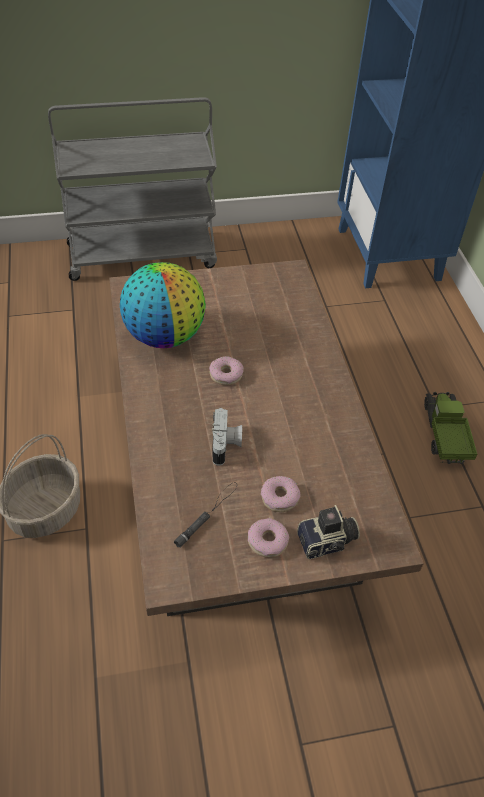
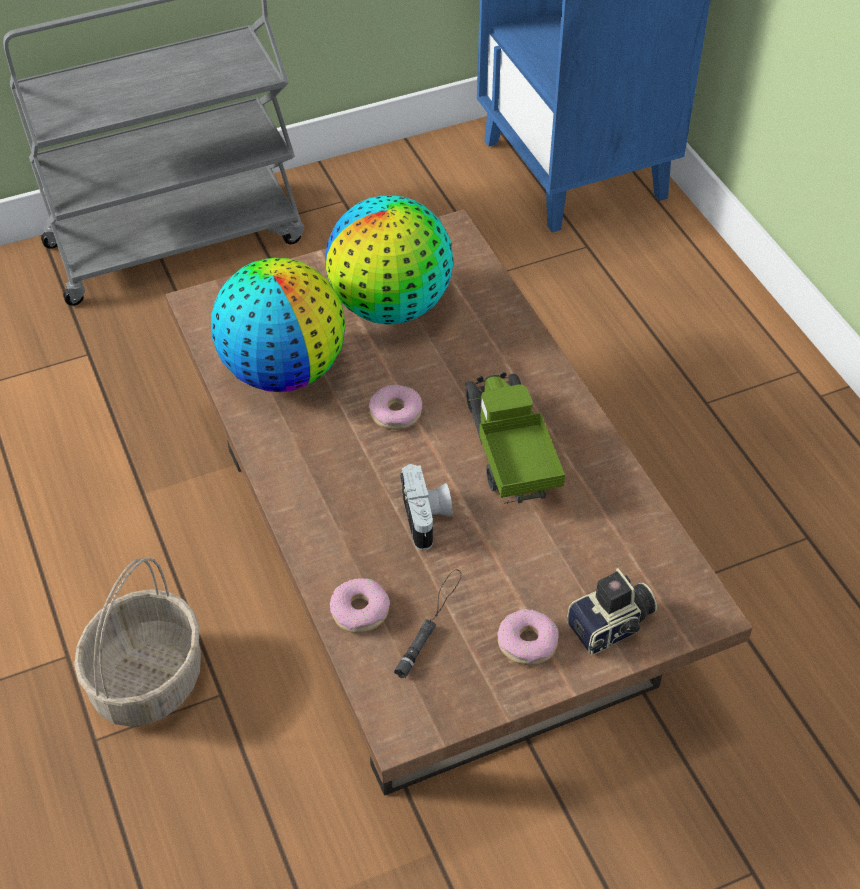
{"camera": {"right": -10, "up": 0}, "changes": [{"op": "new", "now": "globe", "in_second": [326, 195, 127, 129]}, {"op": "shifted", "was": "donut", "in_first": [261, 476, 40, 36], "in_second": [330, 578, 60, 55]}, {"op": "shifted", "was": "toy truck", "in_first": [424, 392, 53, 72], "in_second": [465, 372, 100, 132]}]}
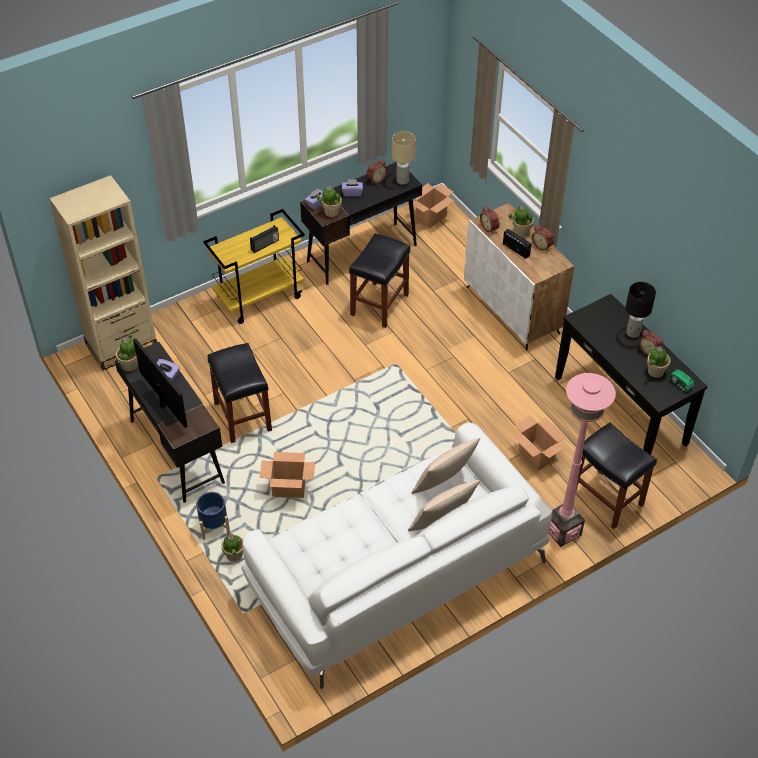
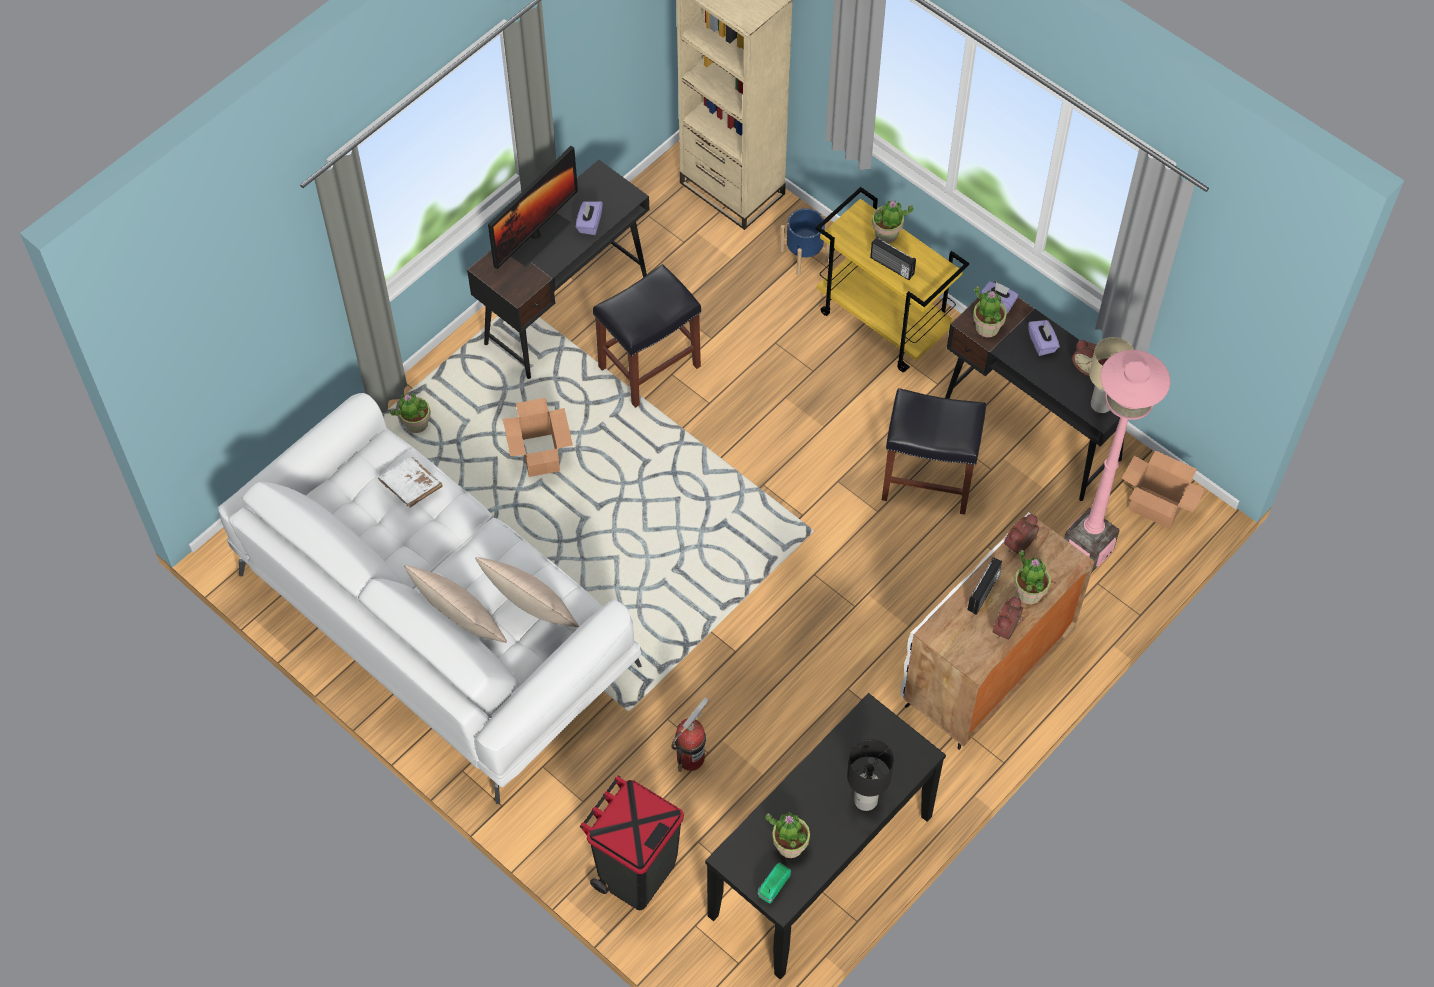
{"camera": {"right": 75, "up": 10}, "changes": [{"op": "new", "now": "white book", "in_second": [378, 457, 65, 51]}, {"op": "swapped", "was": "black stool", "now": "black trash can", "in_first": [576, 422, 81, 107], "in_second": [580, 775, 104, 135]}, {"op": "swapped", "was": "cardboard box", "now": "fire extinguisher", "in_first": [513, 416, 53, 55], "in_second": [672, 697, 37, 75]}, {"op": "shifted", "was": "blue planter", "in_first": [196, 492, 34, 48], "in_second": [780, 208, 50, 67]}, {"op": "shifted", "was": "potted plant", "in_first": [116, 333, 22, 39], "in_second": [872, 200, 41, 43]}, {"op": "shifted", "was": "pink floor lamp", "in_first": [548, 373, 68, 174], "in_second": [1064, 350, 106, 223]}, {"op": "gone", "was": "alarm clock", "in_first": [639, 330, 24, 26]}]}
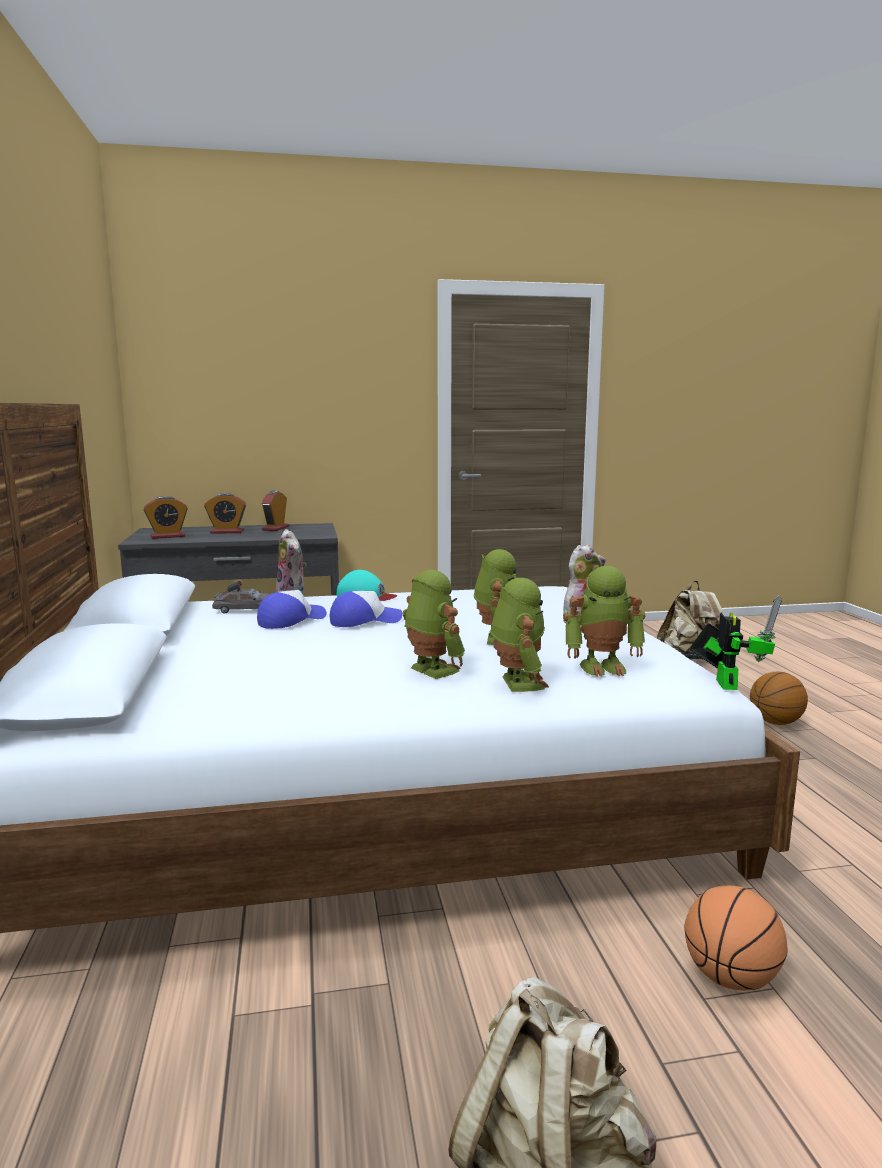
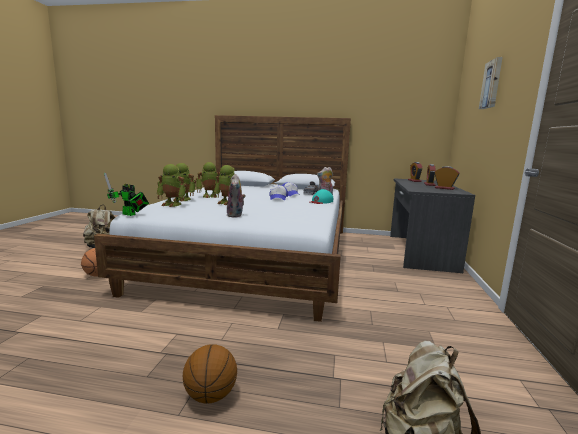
{"camera": {"right": 110, "up": 0}, "changes": [{"op": "rotated", "was": "toy robot", "in_first": [563, 566, 82, 111], "in_second": [157, 164, 30, 43], "clockwise": -90}, {"op": "new", "now": "picture", "in_second": [479, 57, 24, 52]}]}
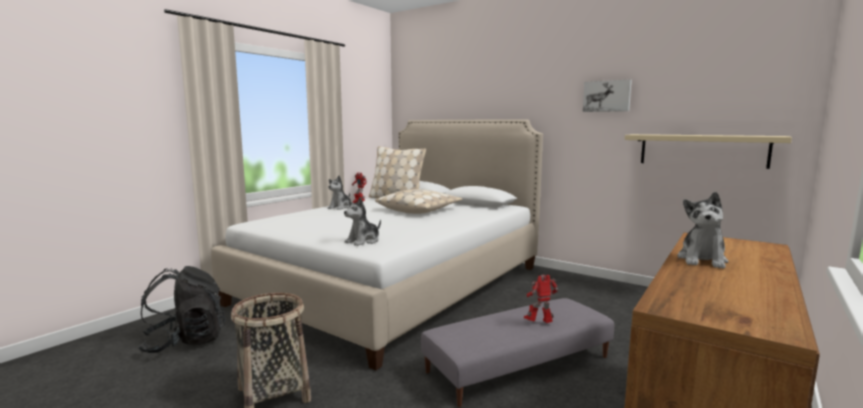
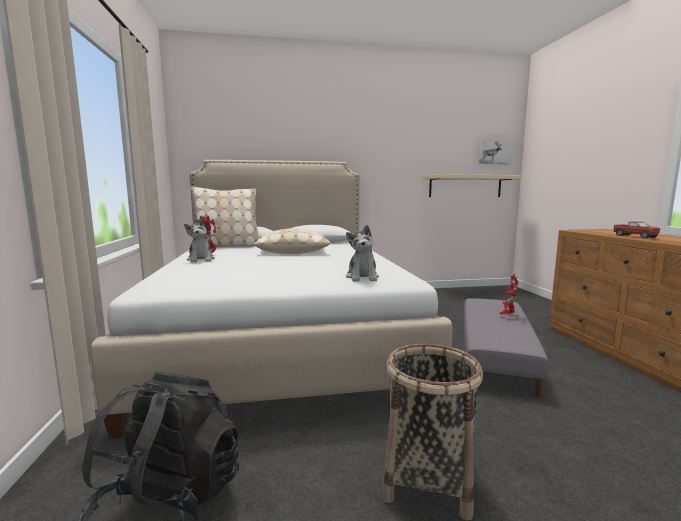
{"camera": {"right": -45, "up": 0}, "changes": [{"op": "shifted", "was": "picture", "in_first": [583, 79, 49, 33], "in_second": [479, 140, 34, 24]}, {"op": "swapped", "was": "plush toy", "now": "toy truck", "in_first": [677, 192, 52, 77], "in_second": [614, 221, 46, 17]}]}
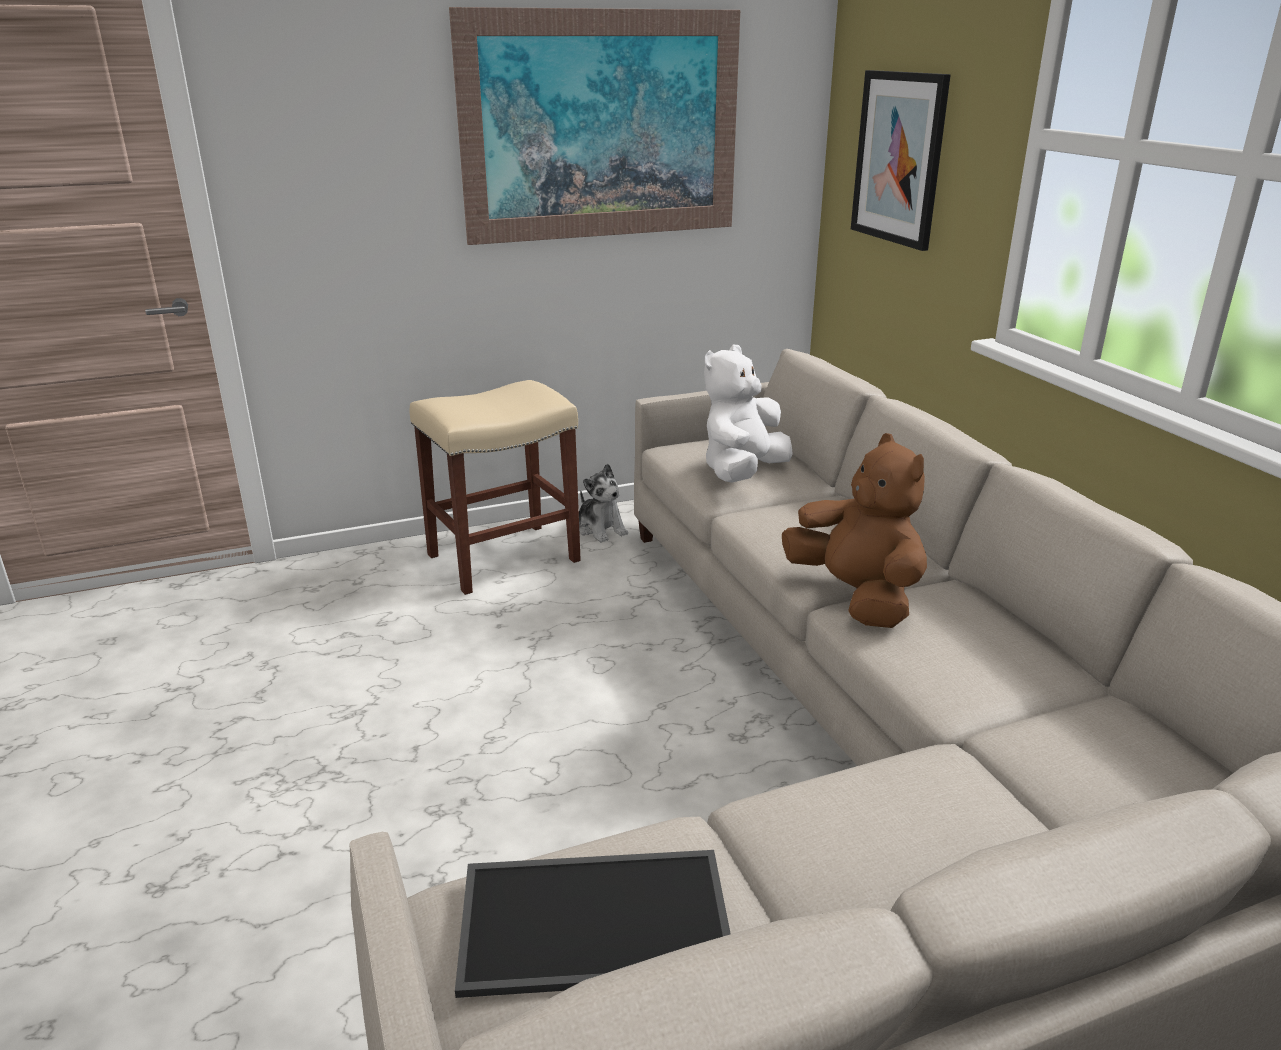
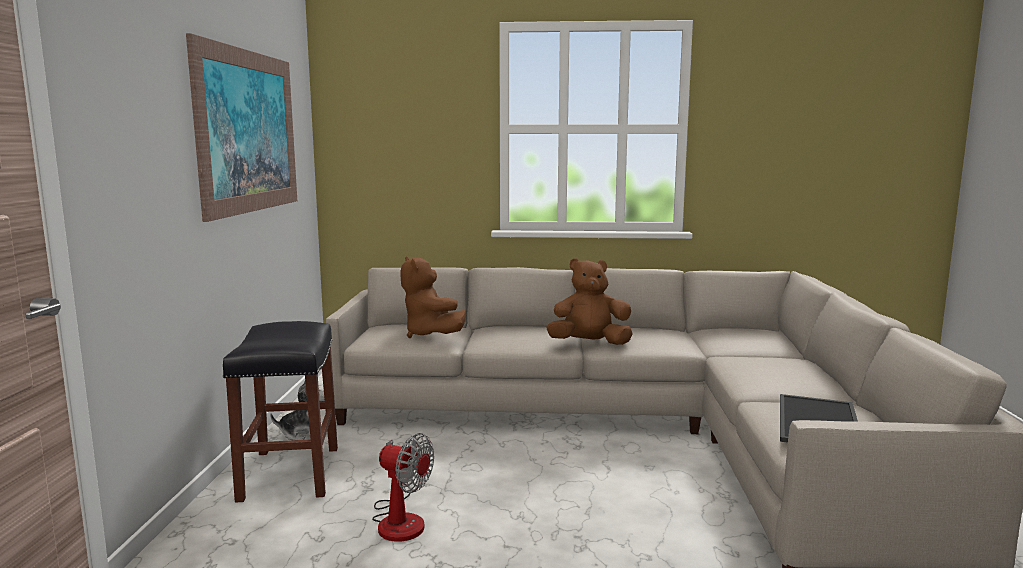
{"camera": {"right": -65, "up": -15}, "changes": [{"op": "repainted", "was": "beige stool", "now": "black stool", "in_first": [410, 380, 171, 215], "in_second": [223, 321, 115, 182]}, {"op": "new", "now": "fan", "in_second": [372, 433, 62, 109]}, {"op": "repainted", "was": "white plush toy", "now": "brown plush toy", "in_first": [704, 345, 89, 138], "in_second": [401, 256, 65, 82]}, {"op": "gone", "was": "picture", "in_first": [851, 70, 100, 181]}]}
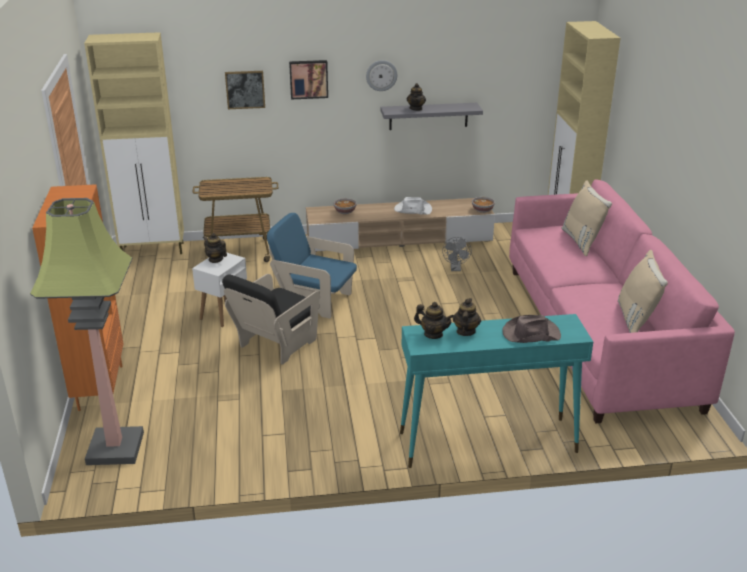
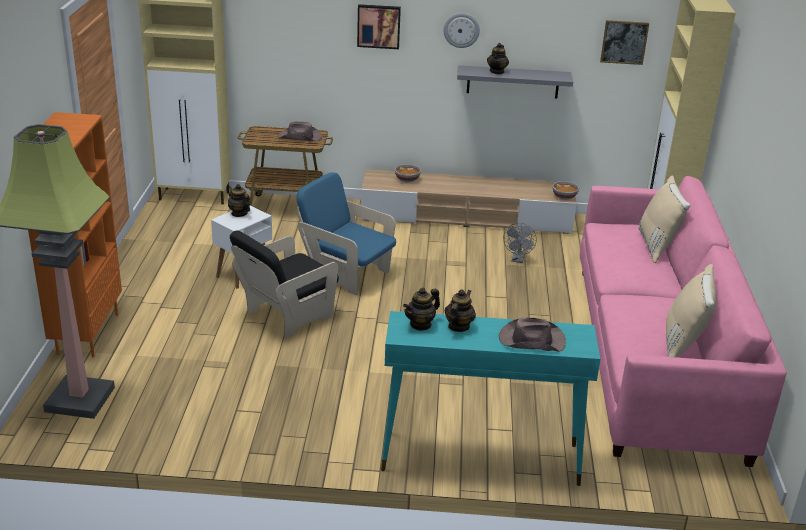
{"camera": {"right": 10, "up": 0}, "changes": [{"op": "new", "now": "brown hat", "in_second": [278, 122, 44, 19]}, {"op": "rotated", "was": "teapot", "in_first": [414, 302, 40, 37], "in_second": [403, 288, 37, 43], "clockwise": 105}, {"op": "shifted", "was": "picture", "in_first": [225, 71, 40, 38], "in_second": [600, 20, 49, 45]}, {"op": "gone", "was": "white hat", "in_first": [394, 197, 38, 18]}]}
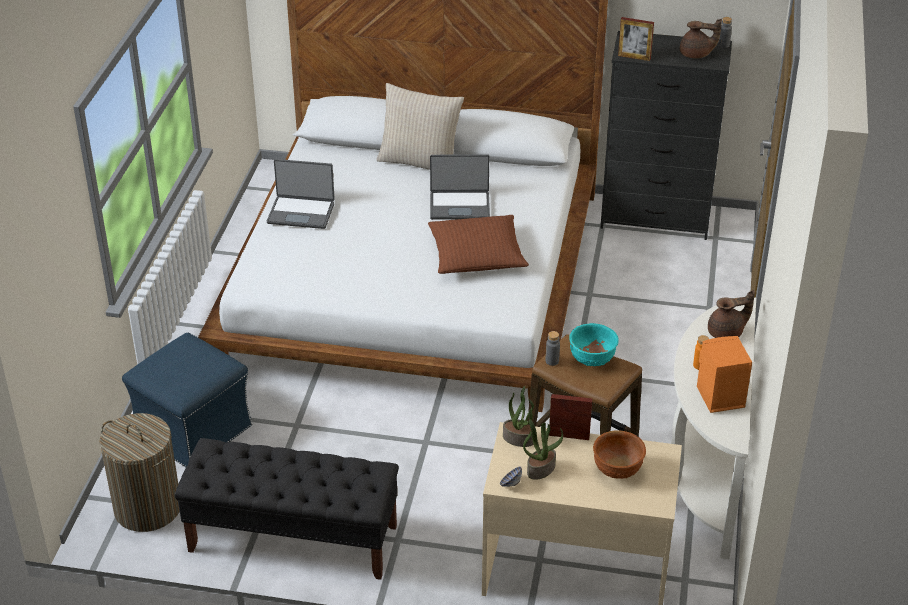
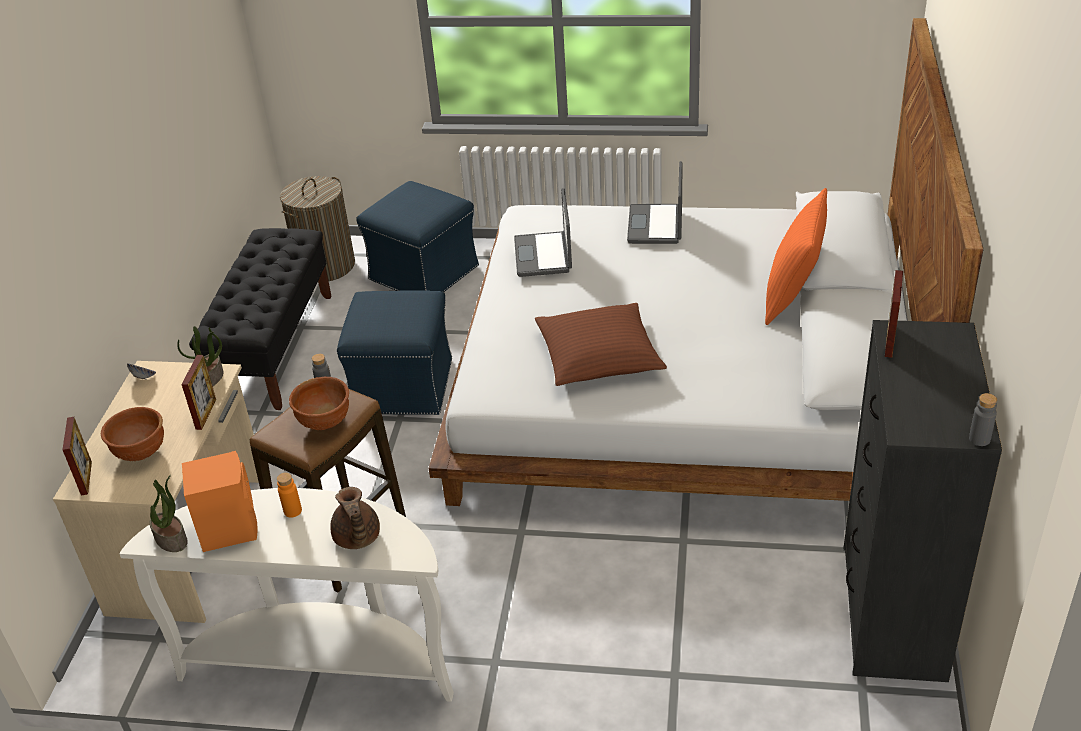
{"camera": {"right": 90, "up": 0}, "changes": [{"op": "new", "now": "picture frame", "in_second": [62, 417, 30, 79]}, {"op": "shifted", "was": "potted plant", "in_first": [523, 420, 40, 60], "in_second": [149, 475, 39, 77]}, {"op": "repainted", "was": "turquoise bowl", "now": "brown bowl", "in_first": [569, 323, 50, 43], "in_second": [289, 377, 60, 53]}, {"op": "new", "now": "blue ottoman", "in_second": [337, 290, 115, 125]}, {"op": "shifted", "was": "laptop", "in_first": [430, 154, 60, 66], "in_second": [514, 188, 58, 89]}, {"op": "repainted", "was": "beige pillow", "now": "orange pillow", "in_first": [376, 83, 88, 87], "in_second": [765, 188, 62, 137]}, {"op": "gone", "was": "brown teapot", "in_first": [680, 19, 42, 40]}]}
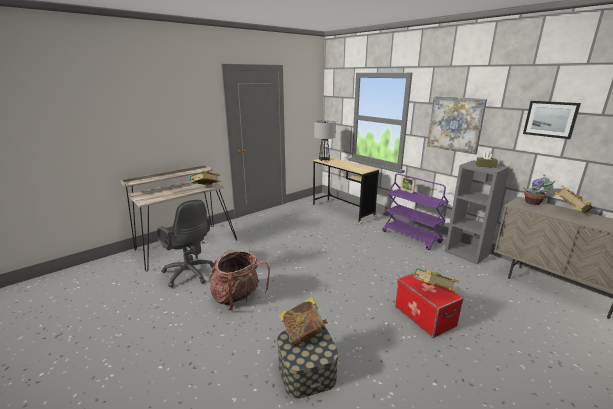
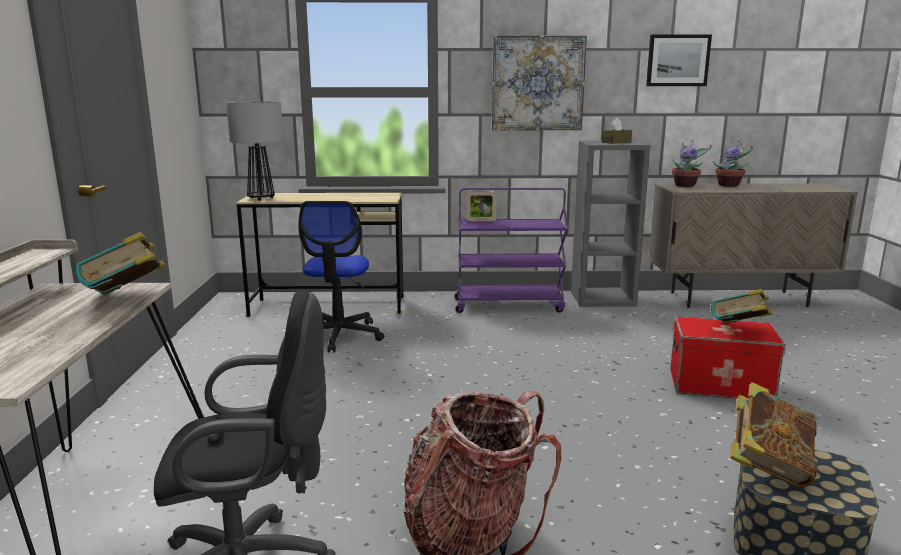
{"camera": {"right": -50, "up": -5}, "changes": [{"op": "new", "now": "office chair", "in_second": [298, 201, 86, 151]}, {"op": "swapped", "was": "book", "now": "potted plant", "in_first": [555, 185, 38, 29], "in_second": [713, 141, 40, 46]}]}
